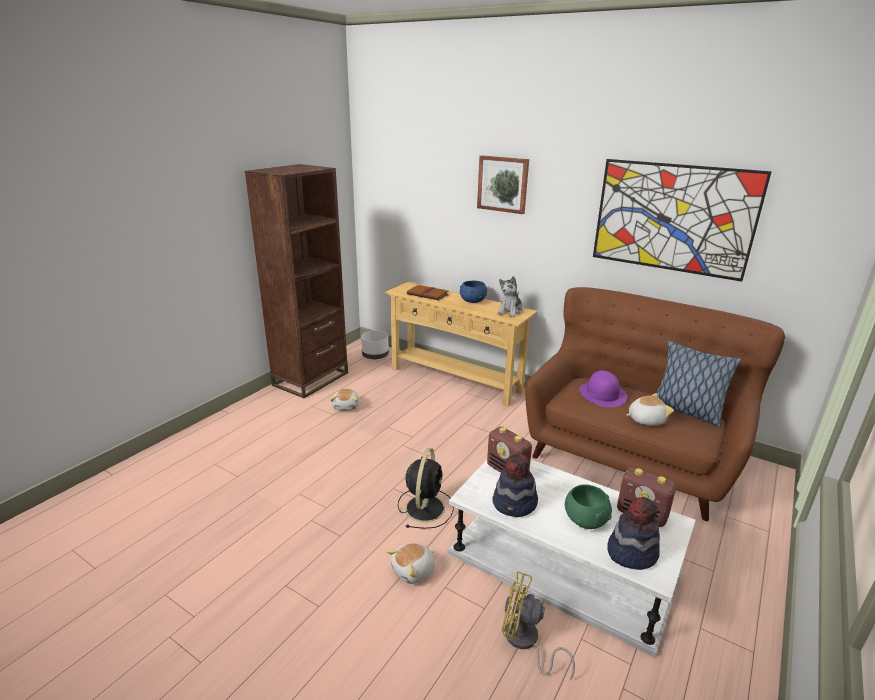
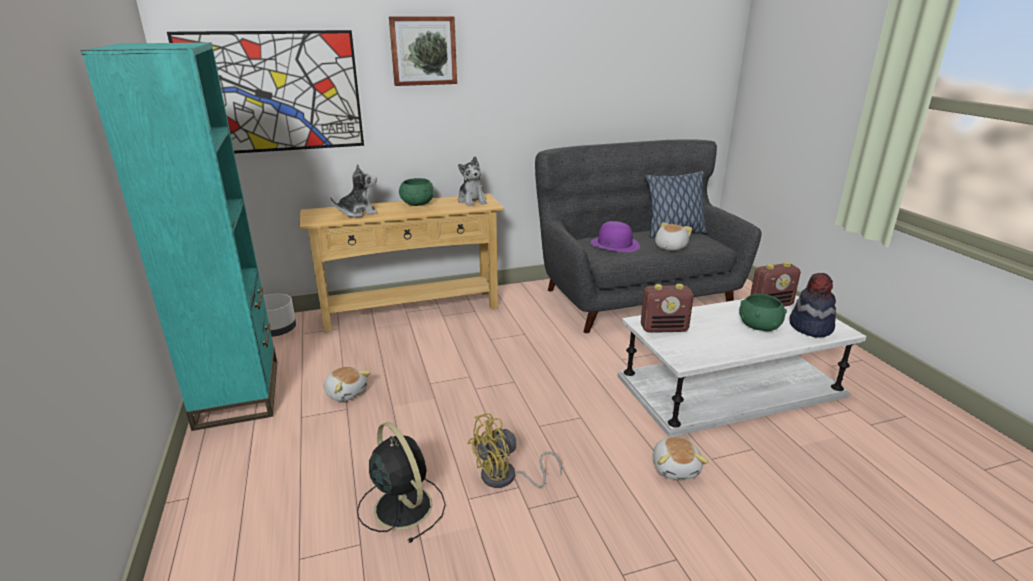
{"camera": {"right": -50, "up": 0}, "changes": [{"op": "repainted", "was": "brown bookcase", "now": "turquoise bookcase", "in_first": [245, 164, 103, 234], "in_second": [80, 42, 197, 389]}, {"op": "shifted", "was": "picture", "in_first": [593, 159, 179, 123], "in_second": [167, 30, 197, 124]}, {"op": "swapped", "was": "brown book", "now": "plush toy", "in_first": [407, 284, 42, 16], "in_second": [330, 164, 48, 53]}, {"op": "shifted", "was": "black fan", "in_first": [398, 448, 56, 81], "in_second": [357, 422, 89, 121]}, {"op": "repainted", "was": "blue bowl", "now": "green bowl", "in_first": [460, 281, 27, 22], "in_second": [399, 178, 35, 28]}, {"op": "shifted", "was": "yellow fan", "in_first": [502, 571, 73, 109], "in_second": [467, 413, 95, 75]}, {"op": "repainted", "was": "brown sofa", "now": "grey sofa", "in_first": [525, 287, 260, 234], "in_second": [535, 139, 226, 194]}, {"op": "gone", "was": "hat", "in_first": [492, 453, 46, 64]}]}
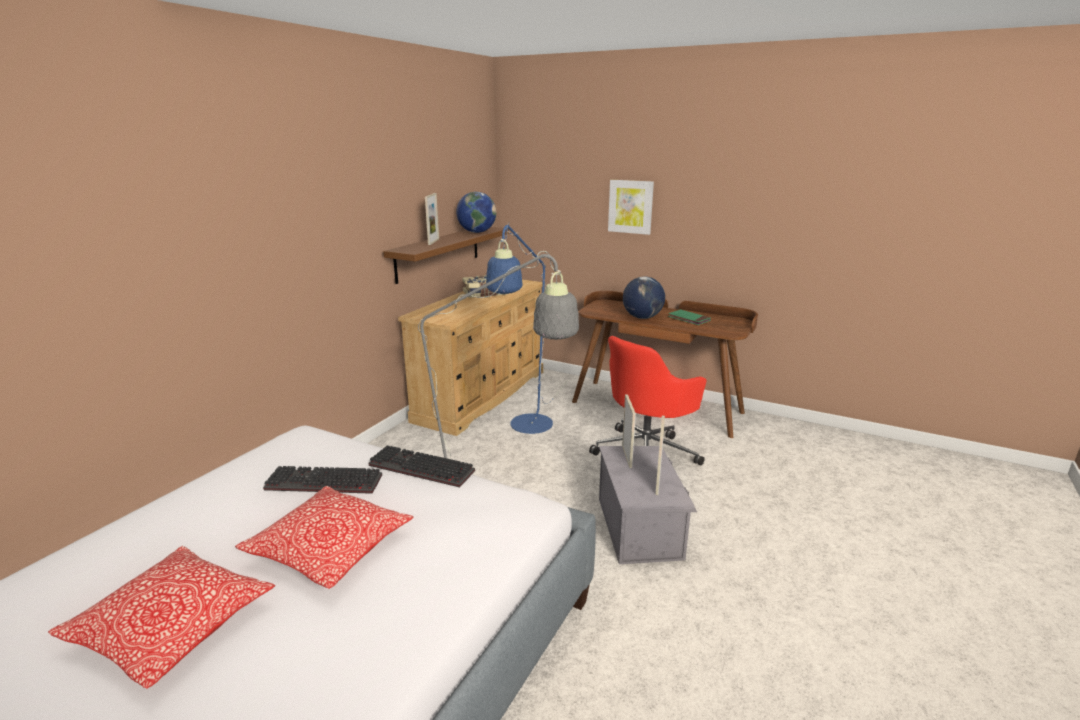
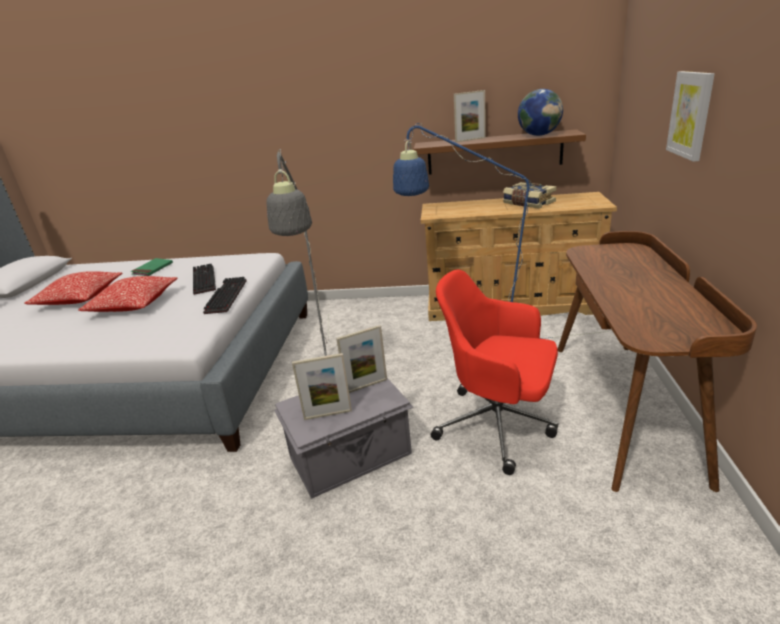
{"camera": {"right": 70, "up": 5}, "changes": [{"op": "shifted", "was": "green book", "in_first": [668, 310, 43, 15], "in_second": [131, 258, 42, 18]}, {"op": "gone", "was": "globe", "in_first": [623, 277, 42, 42]}]}
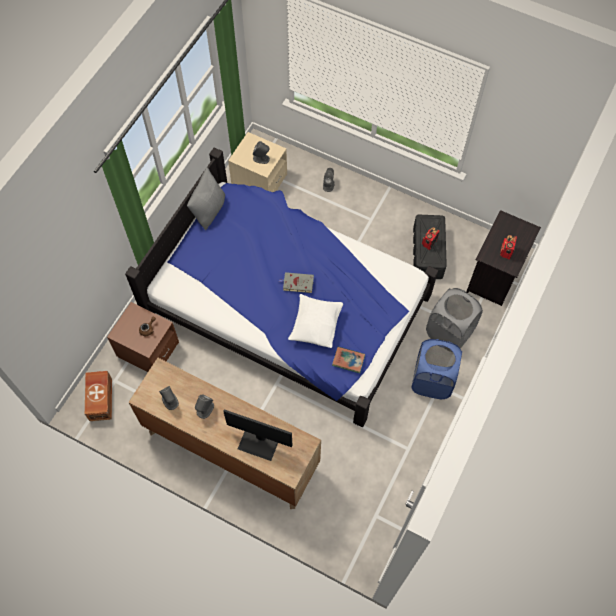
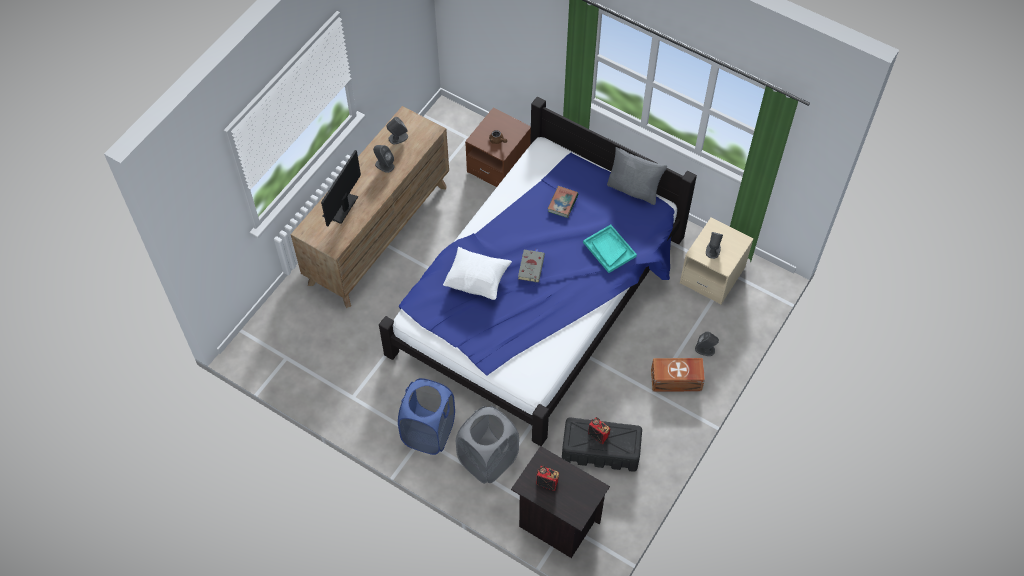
{"camera": {"right": 95, "up": -5}, "changes": [{"op": "shifted", "was": "book", "in_first": [332, 347, 33, 26], "in_second": [548, 186, 31, 32]}, {"op": "new", "now": "turquoise tray", "in_second": [583, 225, 54, 48]}, {"op": "shifted", "was": "brown storage box", "in_first": [85, 371, 27, 50], "in_second": [651, 358, 54, 34]}]}
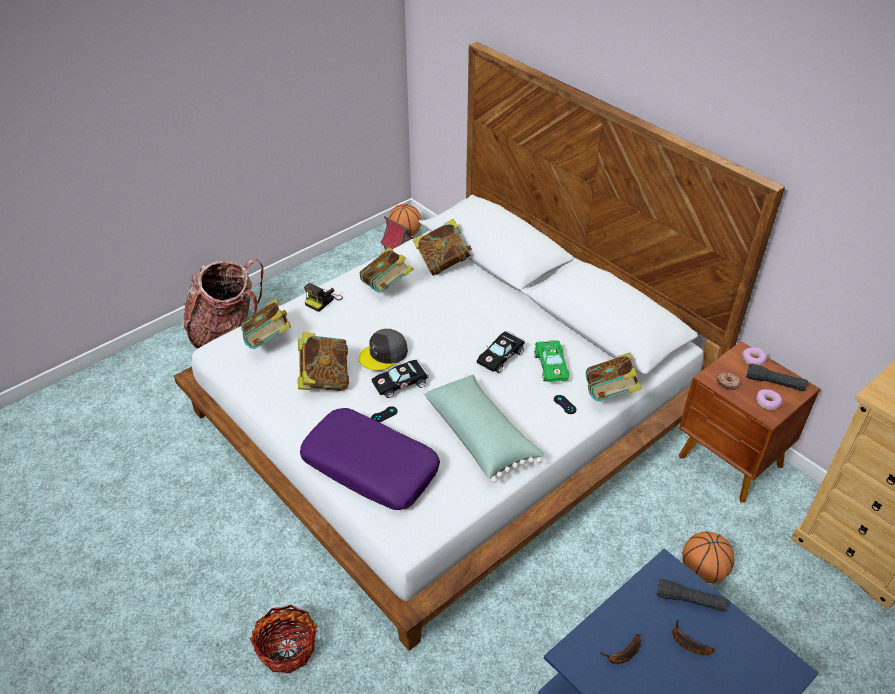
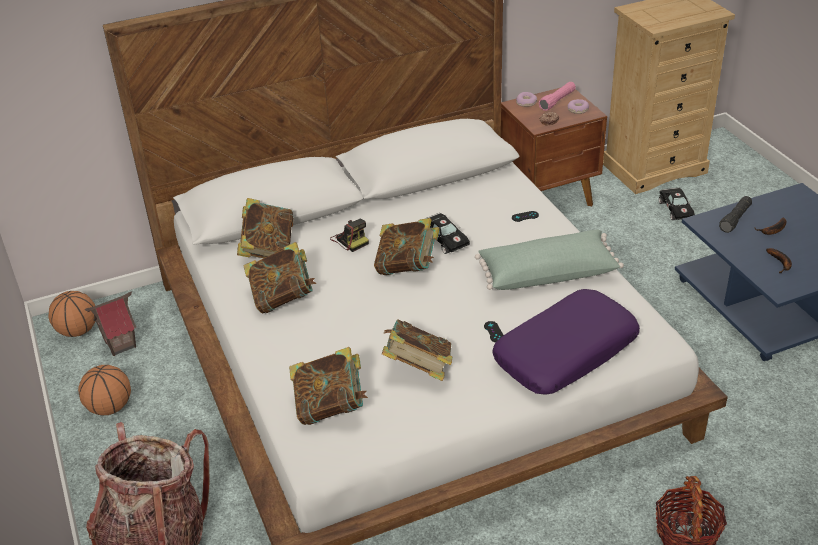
{"camera": {"right": -70, "up": -5}, "changes": [{"op": "shifted", "was": "basketball", "in_first": [682, 531, 53, 52], "in_second": [78, 365, 53, 50]}, {"op": "shifted", "was": "photo camera", "in_first": [304, 283, 39, 29], "in_second": [330, 218, 39, 34]}, {"op": "shifted", "was": "book", "in_first": [586, 352, 56, 49], "in_second": [374, 218, 66, 57]}, {"op": "repainted", "was": "black flashlight", "now": "pink flashlight", "in_first": [746, 363, 62, 28], "in_second": [539, 82, 37, 29]}, {"op": "shifted", "was": "black toy car", "in_first": [372, 359, 57, 39], "in_second": [659, 188, 36, 32]}, {"op": "gone", "was": "grey cap", "in_first": [359, 329, 49, 42]}, {"op": "gone", "was": "green toy car", "in_first": [534, 340, 35, 42]}]}
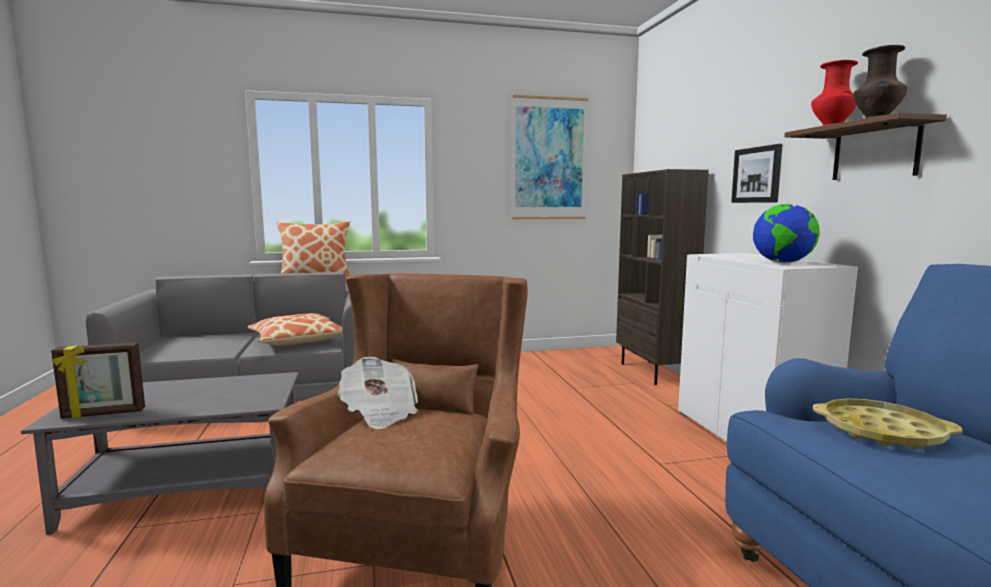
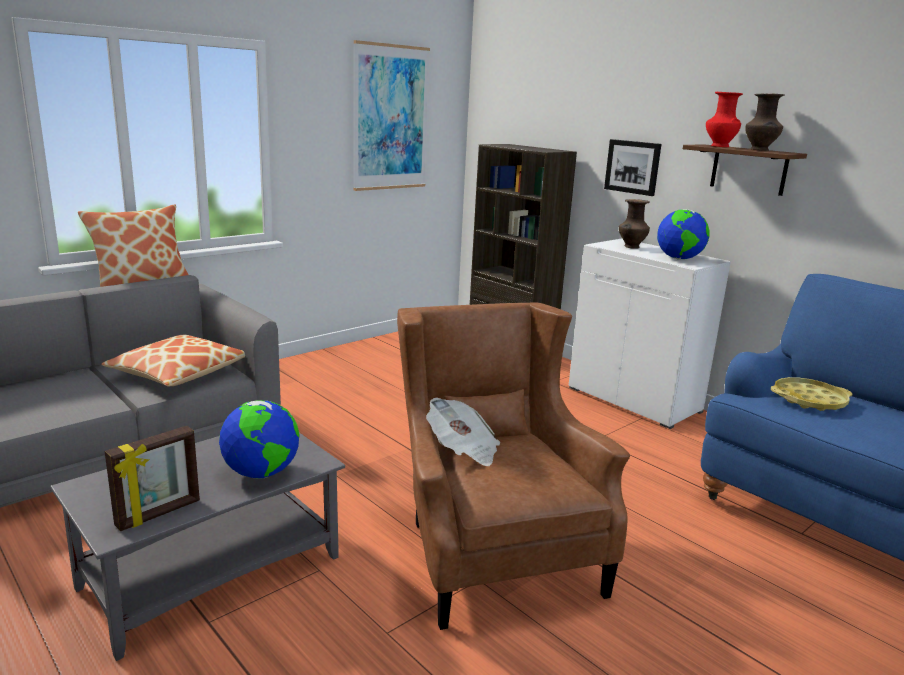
{"camera": {"right": -30, "up": 10}, "changes": [{"op": "new", "now": "globe", "in_second": [219, 400, 80, 78]}, {"op": "new", "now": "brown vase", "in_second": [619, 199, 31, 50]}]}
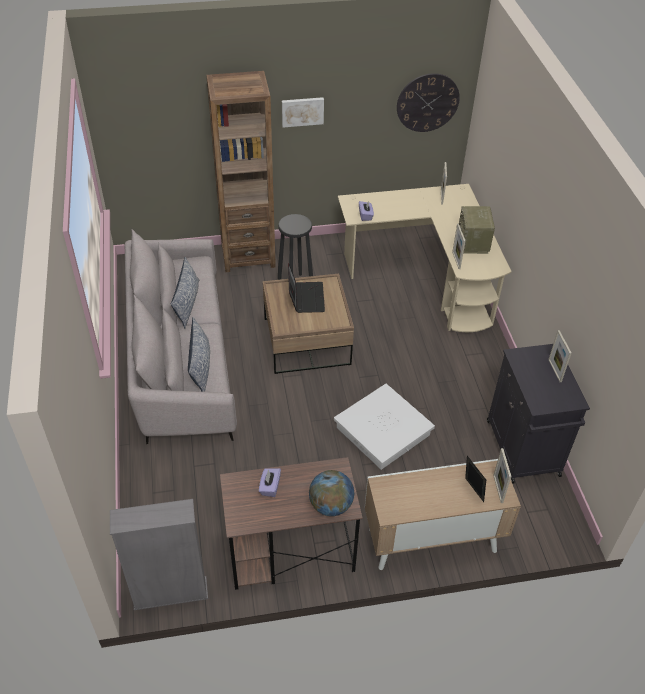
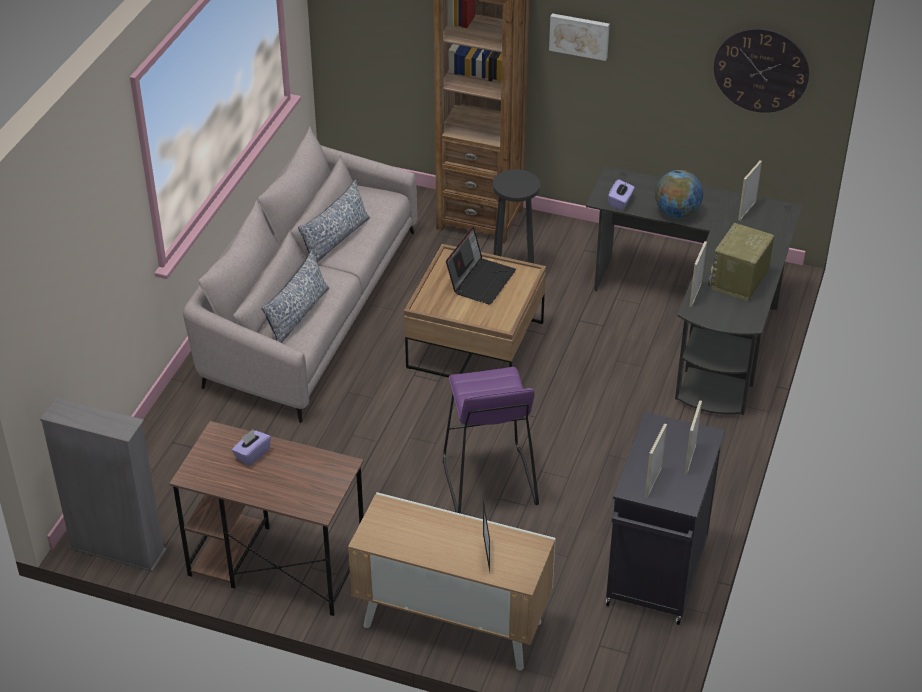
{"camera": {"right": 30, "up": -5}, "changes": [{"op": "swapped", "was": "white storage box", "now": "purple stool", "in_first": [334, 384, 101, 86], "in_second": [443, 367, 96, 147]}, {"op": "repainted", "was": "beige desk", "now": "black desk", "in_first": [338, 184, 174, 148], "in_second": [586, 166, 217, 249]}, {"op": "shifted", "was": "picture frame", "in_first": [493, 448, 18, 55], "in_second": [645, 423, 22, 75]}, {"op": "shifted", "was": "globe", "in_first": [309, 470, 45, 46], "in_second": [655, 170, 48, 48]}]}
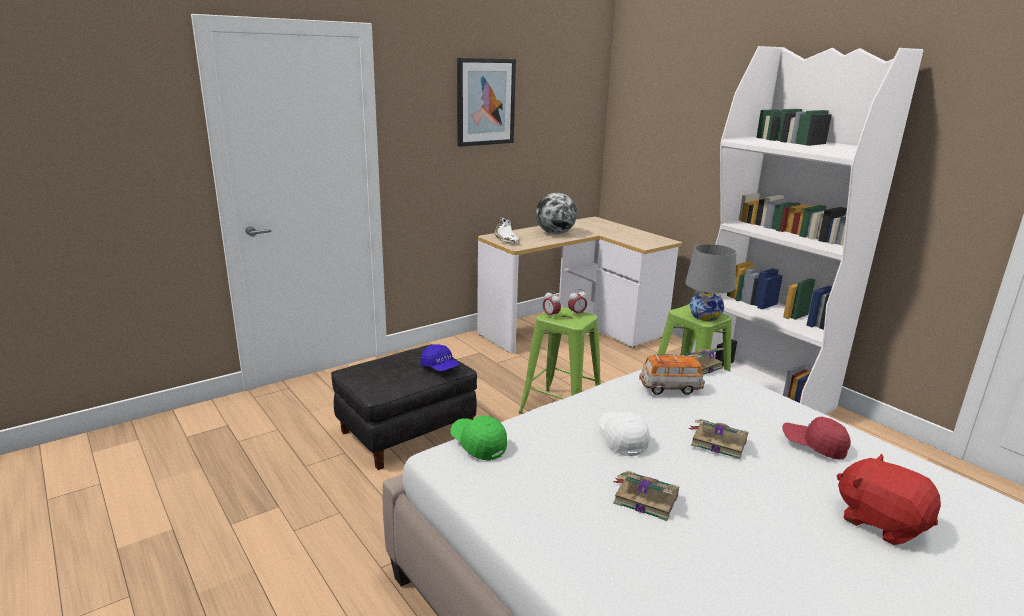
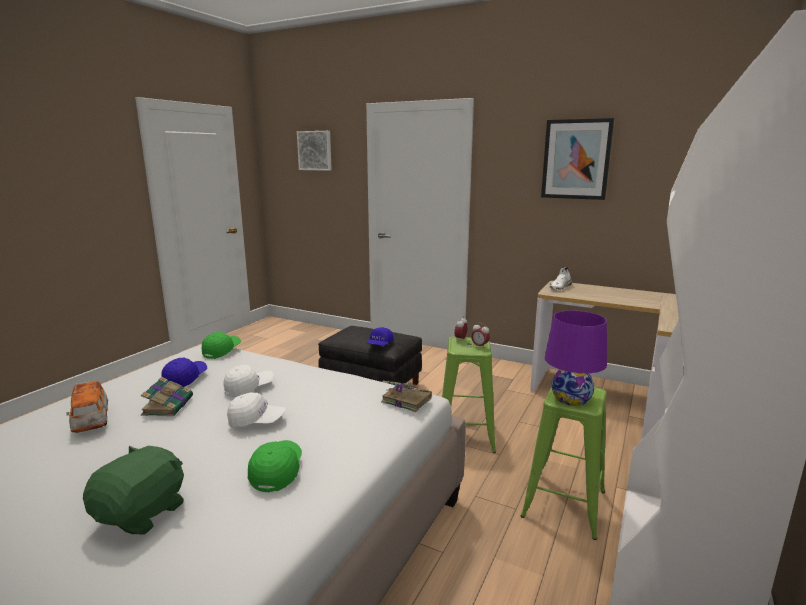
{"camera": {"right": 65, "up": -5}, "changes": [{"op": "shifted", "was": "toy car", "in_first": [639, 354, 66, 41], "in_second": [66, 380, 42, 53]}, {"op": "repainted", "was": "red plush toy", "now": "green plush toy", "in_first": [837, 454, 104, 91], "in_second": [83, 446, 101, 89]}, {"op": "new", "now": "blue cap", "in_second": [161, 358, 46, 29]}, {"op": "swapped", "was": "book", "now": "white cap", "in_first": [688, 419, 60, 40], "in_second": [227, 393, 59, 34]}, {"op": "repainted", "was": "red cap", "now": "green cap", "in_first": [782, 417, 69, 43], "in_second": [248, 440, 54, 52]}, {"op": "new", "now": "picture", "in_second": [297, 131, 35, 40]}, {"op": "repainted", "was": "grey table lamp", "now": "purple table lamp", "in_first": [685, 244, 52, 77], "in_second": [545, 310, 62, 96]}, {"op": "gone", "was": "globe", "in_first": [536, 193, 41, 41]}]}
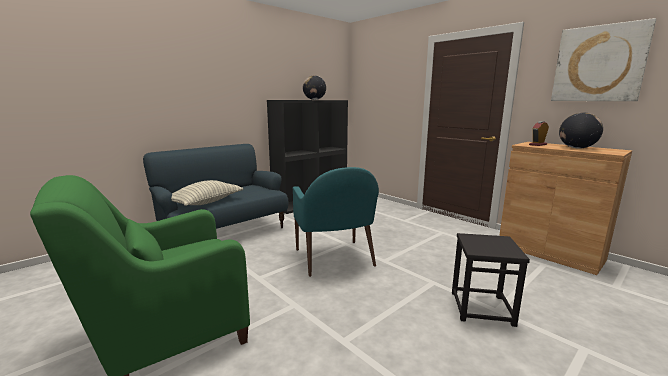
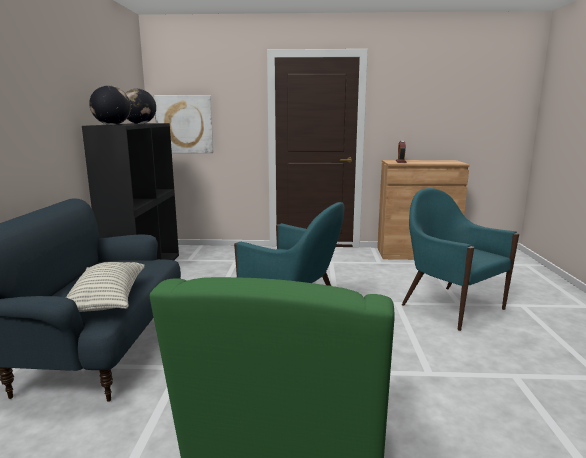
{"camera": {"right": -45, "up": 0}, "changes": [{"op": "shifted", "was": "globe", "in_first": [559, 113, 44, 36], "in_second": [89, 86, 42, 39]}, {"op": "shifted", "was": "picture", "in_first": [551, 18, 105, 83], "in_second": [154, 95, 60, 58]}, {"op": "swapped", "was": "black stool", "now": "turquoise armchair", "in_first": [452, 233, 78, 94], "in_second": [402, 188, 117, 143]}]}
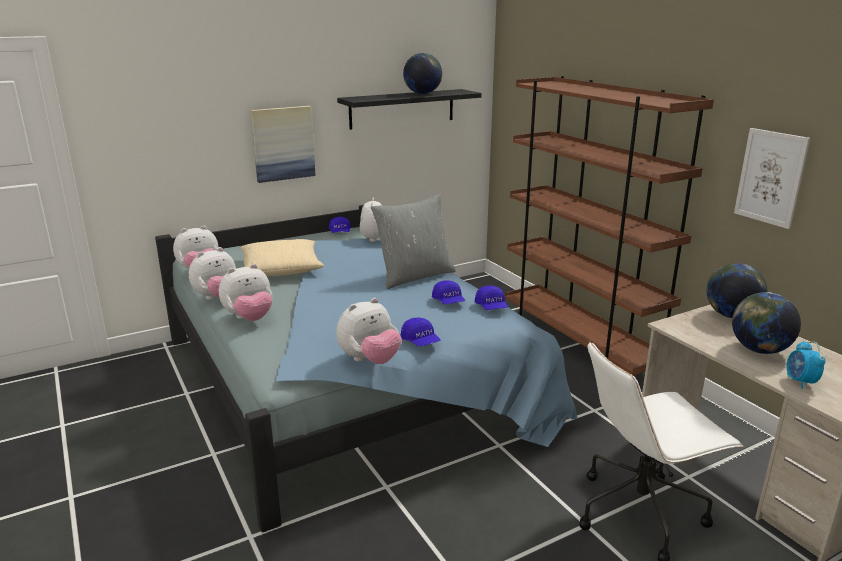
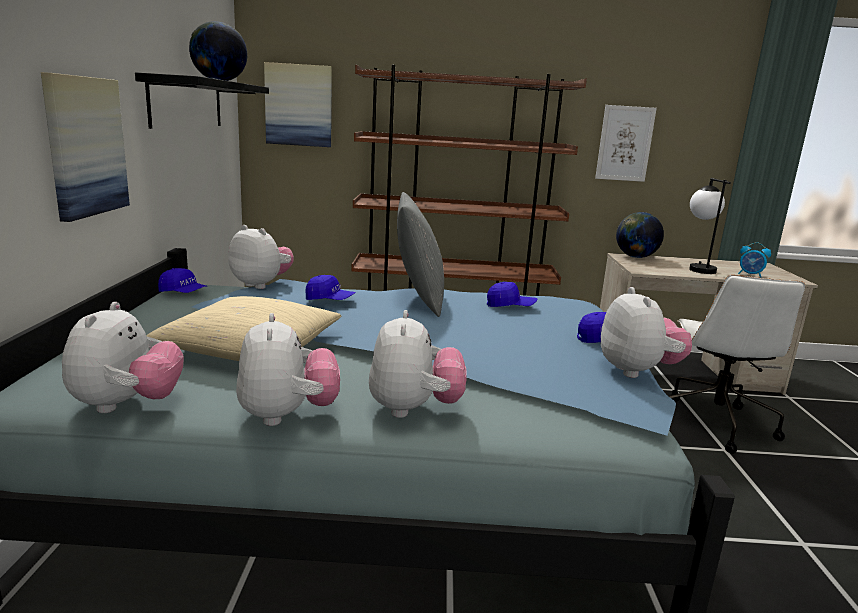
{"camera": {"right": -60, "up": -5}, "changes": [{"op": "new", "now": "picture", "in_second": [264, 62, 68, 85]}, {"op": "shifted", "was": "blue cap", "in_first": [475, 286, 33, 24], "in_second": [306, 275, 50, 25]}, {"op": "swapped", "was": "globe", "now": "table lamp", "in_first": [732, 292, 69, 62], "in_second": [689, 178, 42, 96]}]}
